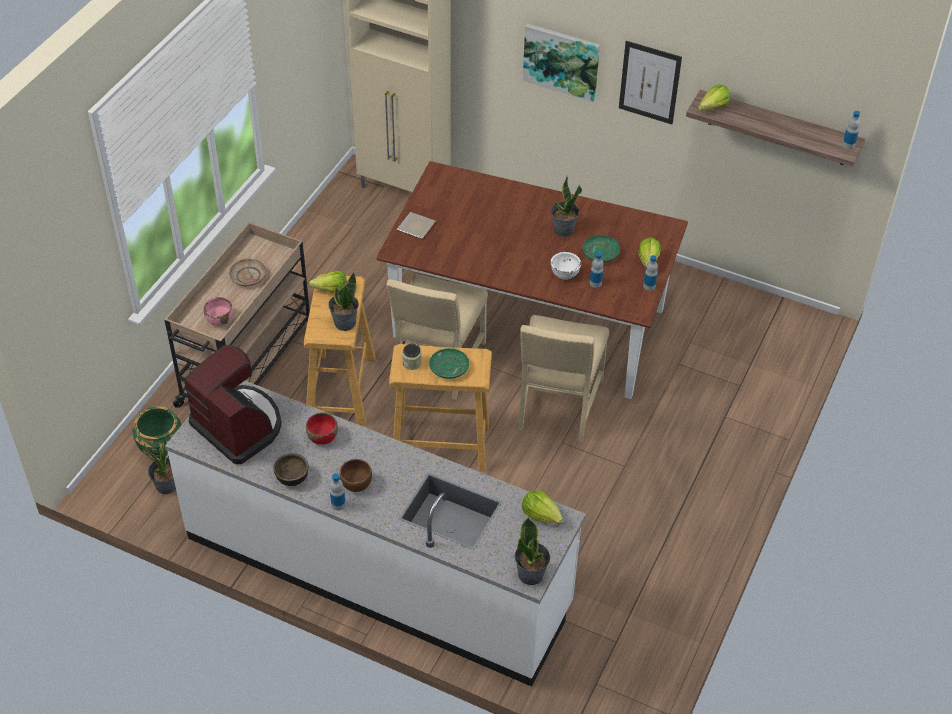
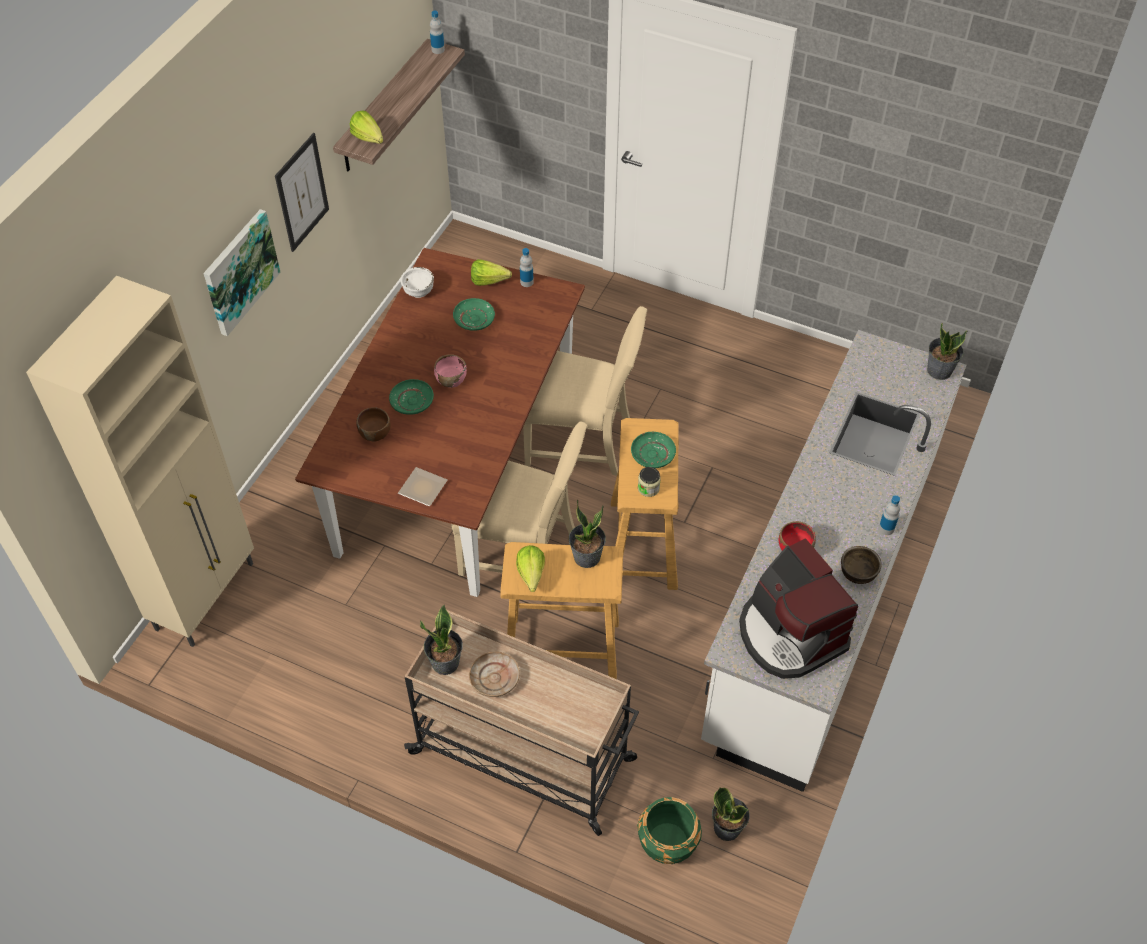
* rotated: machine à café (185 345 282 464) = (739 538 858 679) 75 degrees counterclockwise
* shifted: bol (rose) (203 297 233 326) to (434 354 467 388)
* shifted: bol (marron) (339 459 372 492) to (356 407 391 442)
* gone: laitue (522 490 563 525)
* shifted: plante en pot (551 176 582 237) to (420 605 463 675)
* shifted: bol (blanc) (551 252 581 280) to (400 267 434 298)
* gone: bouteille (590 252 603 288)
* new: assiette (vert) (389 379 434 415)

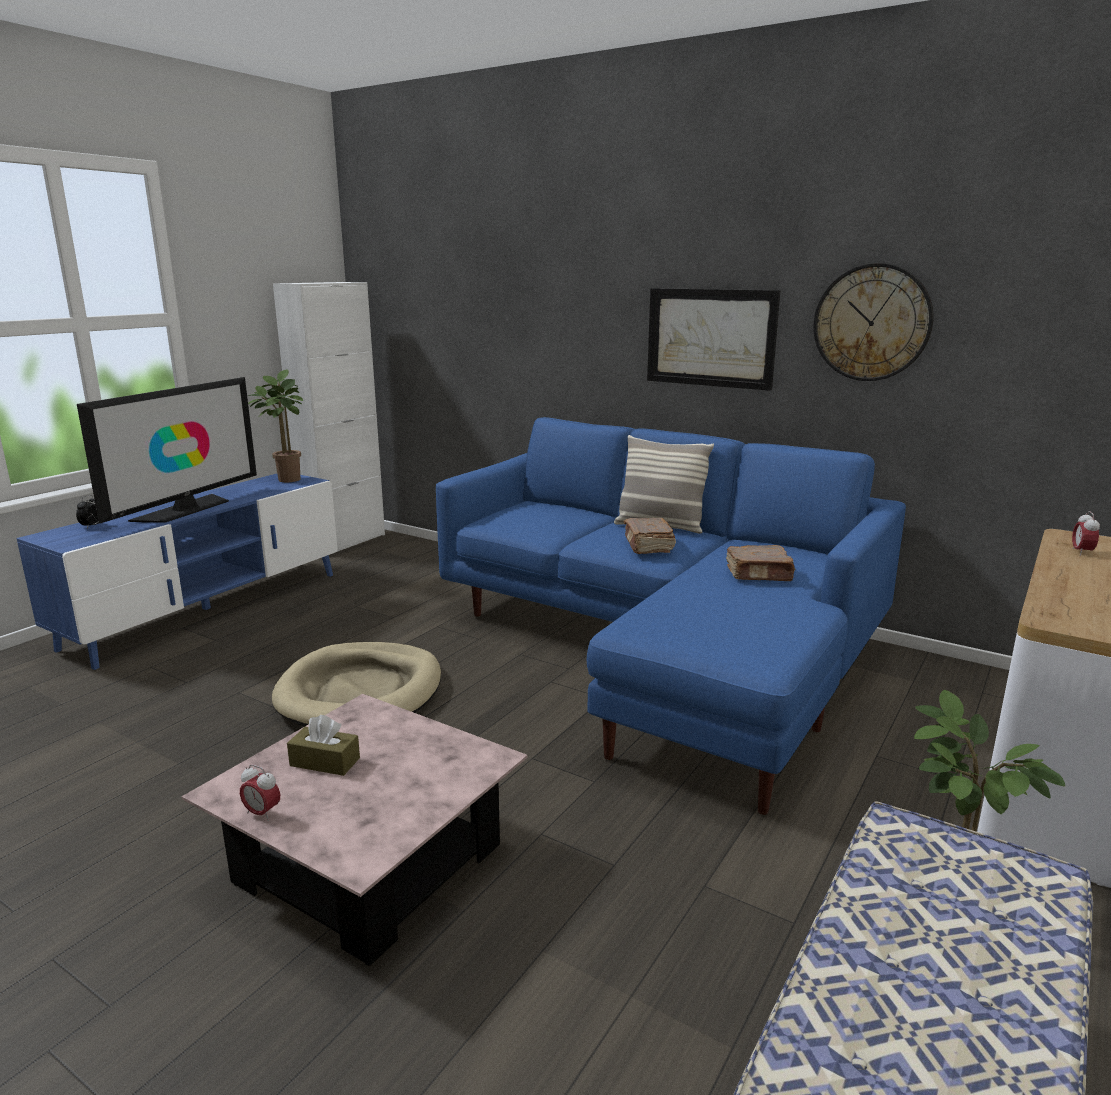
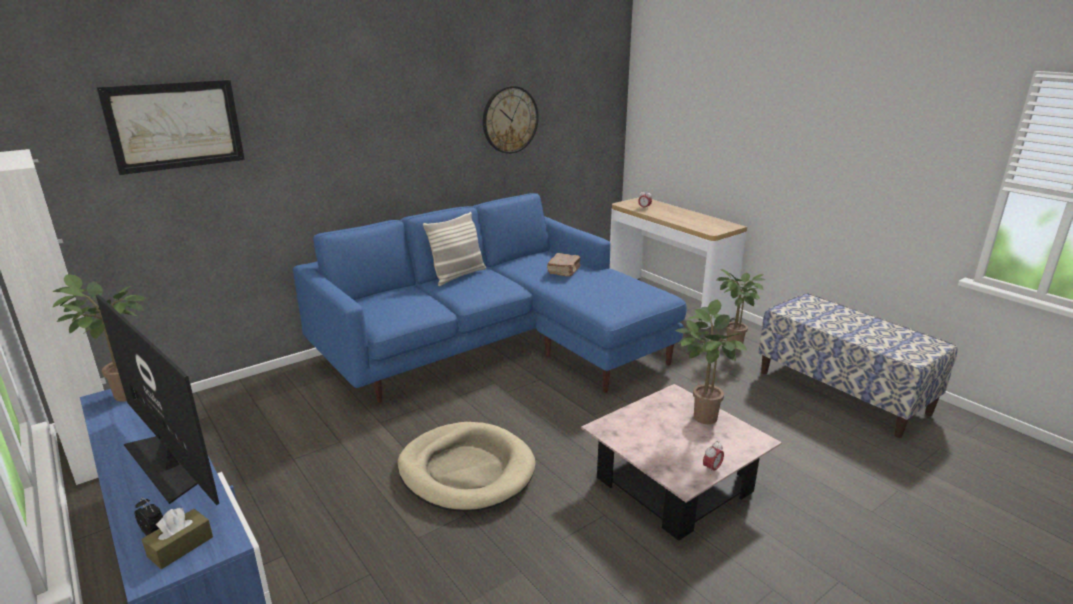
* shifted: boîte à mouchoirs (marron) (287 715 360 776) to (141 508 213 569)
* gone: livre (marron) (624 518 676 554)
* shifted: tableau (647 288 780 391) to (96 80 245 175)
* new: plante en pot (675 300 747 424)

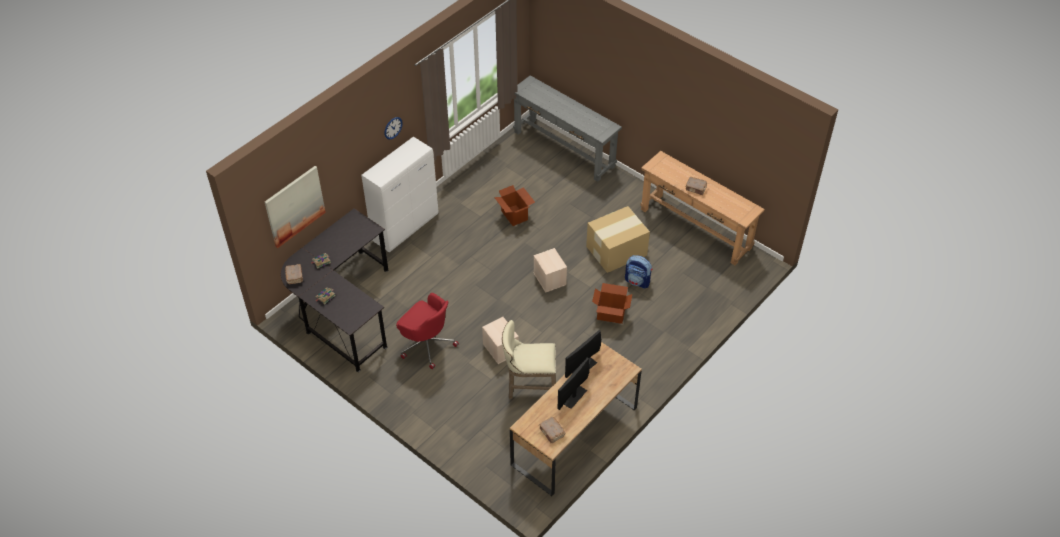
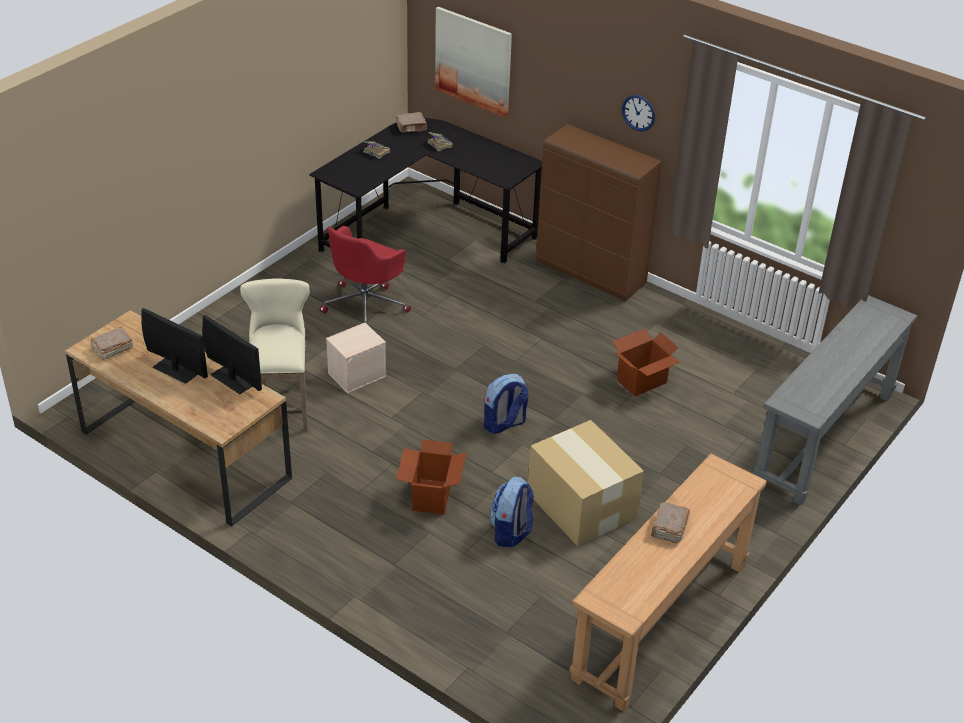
* repainted: meuble de rangement (blanc) (361 137 438 252) to meuble de rangement (marron) (536 124 662 301)
* swapped: boîte de rangement (beige) (534 248 567 293) to sac à dos (484 374 528 434)

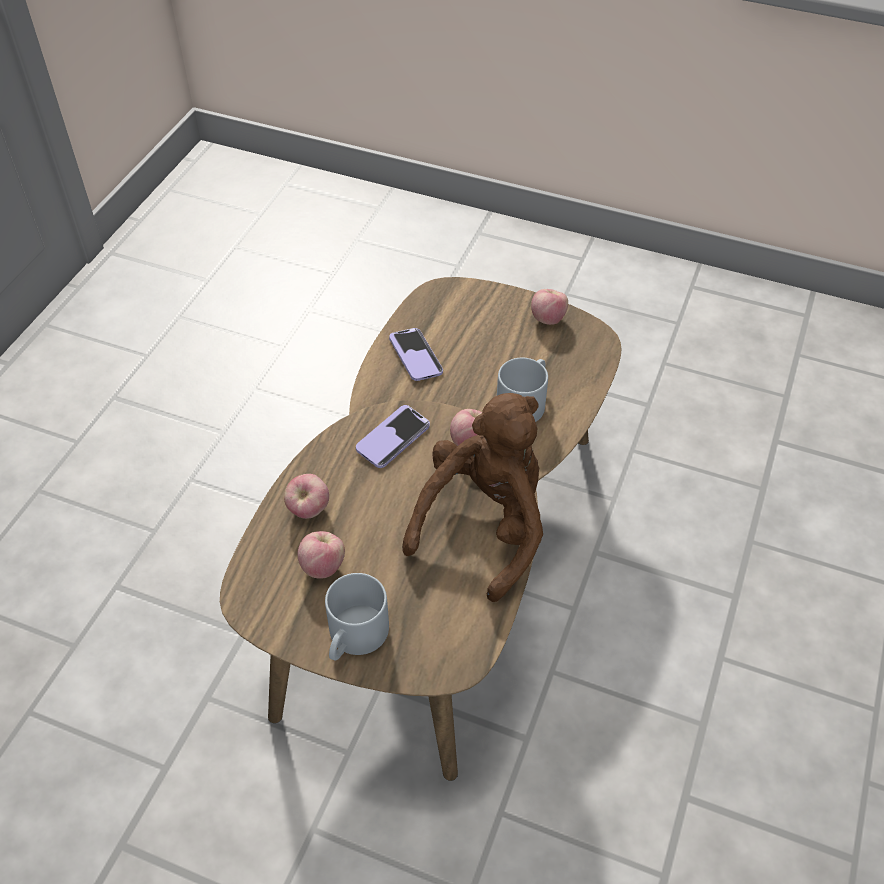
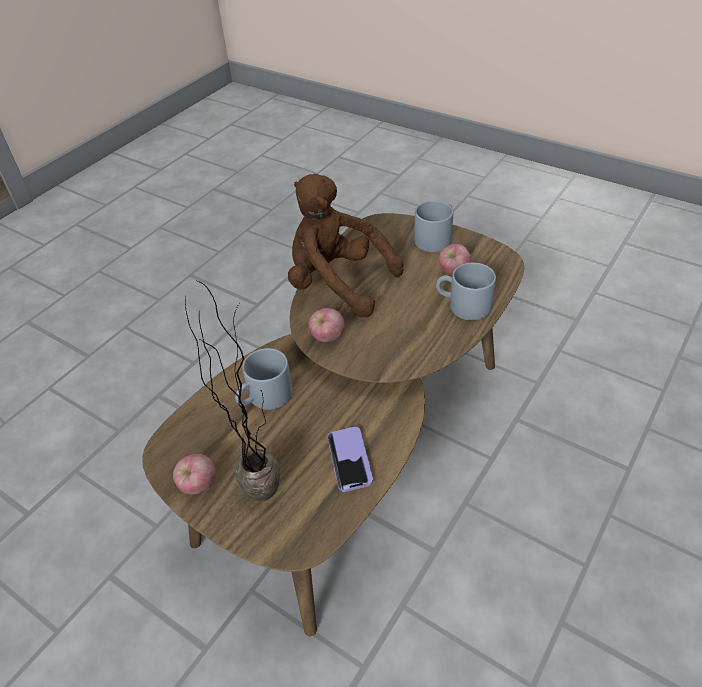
* swapped: pomme (284 474 329 519) to mug (gris) (436 262 496 321)
* gone: téléphone (356 405 430 468)
* rotated: peluche (marron) (402 393 543 602) = (288 174 404 317) 75 degrees clockwise
* new: plante en pot (185 281 280 501)

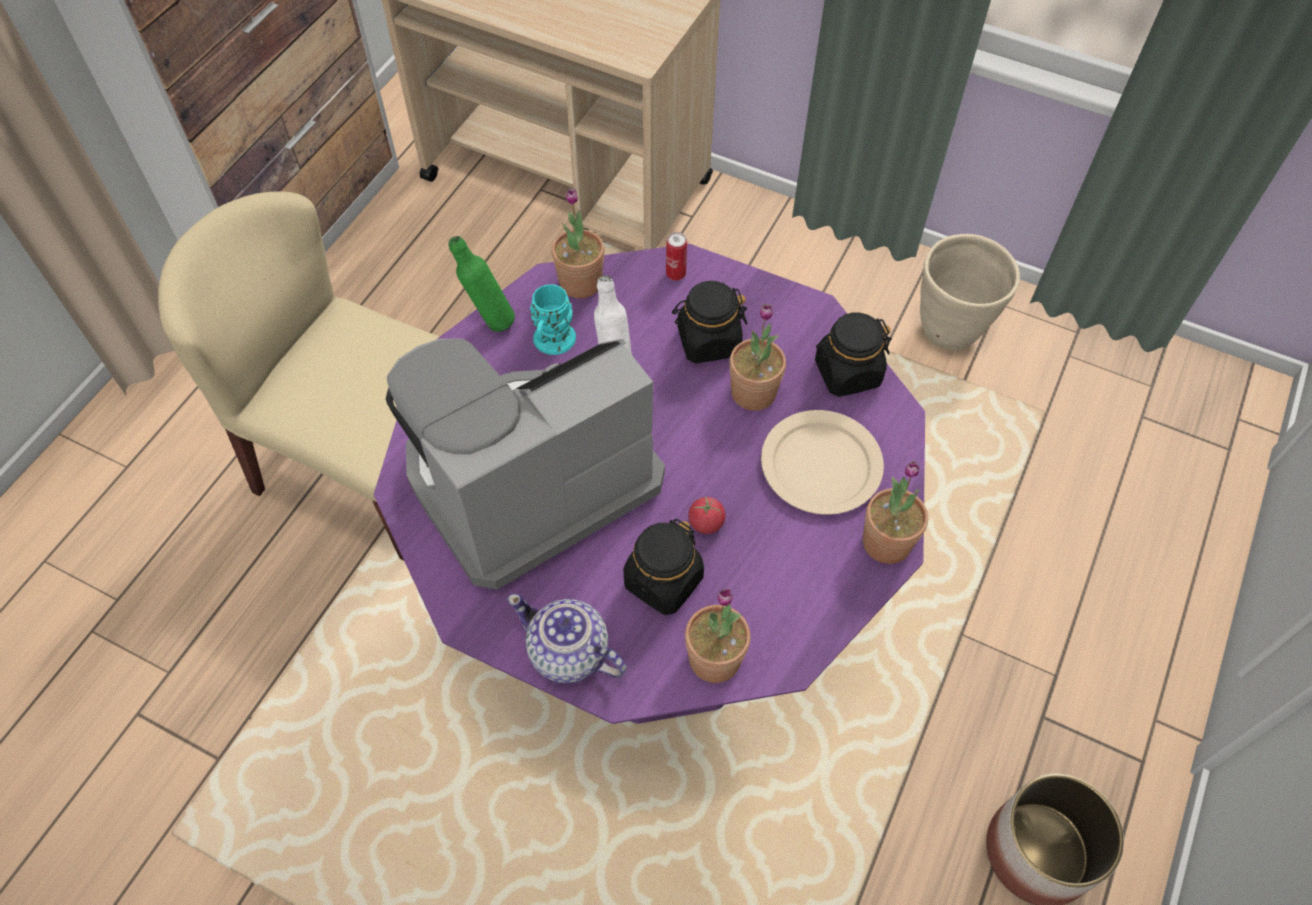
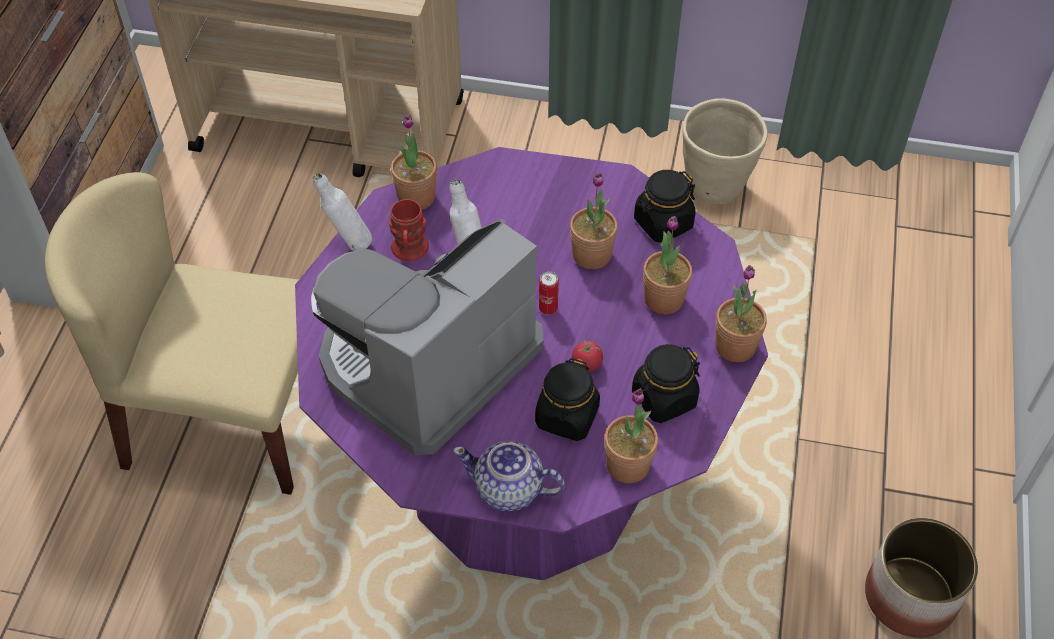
* repainted: bouteille (vert) (448 236 515 332) to bouteille (blanc) (313 173 372 251)
* repainted: mug (turquoise) (530 284 576 355) to mug (rouge) (388 199 429 261)
* shifted: boîte métallique (666 232 687 281) to (539 271 559 315)
* shifted: bocal (noir) (672 281 747 363) to (632 344 700 423)
* swapped: assiette (beige) (761 410 884 515) to plante en pot (643 216 692 314)

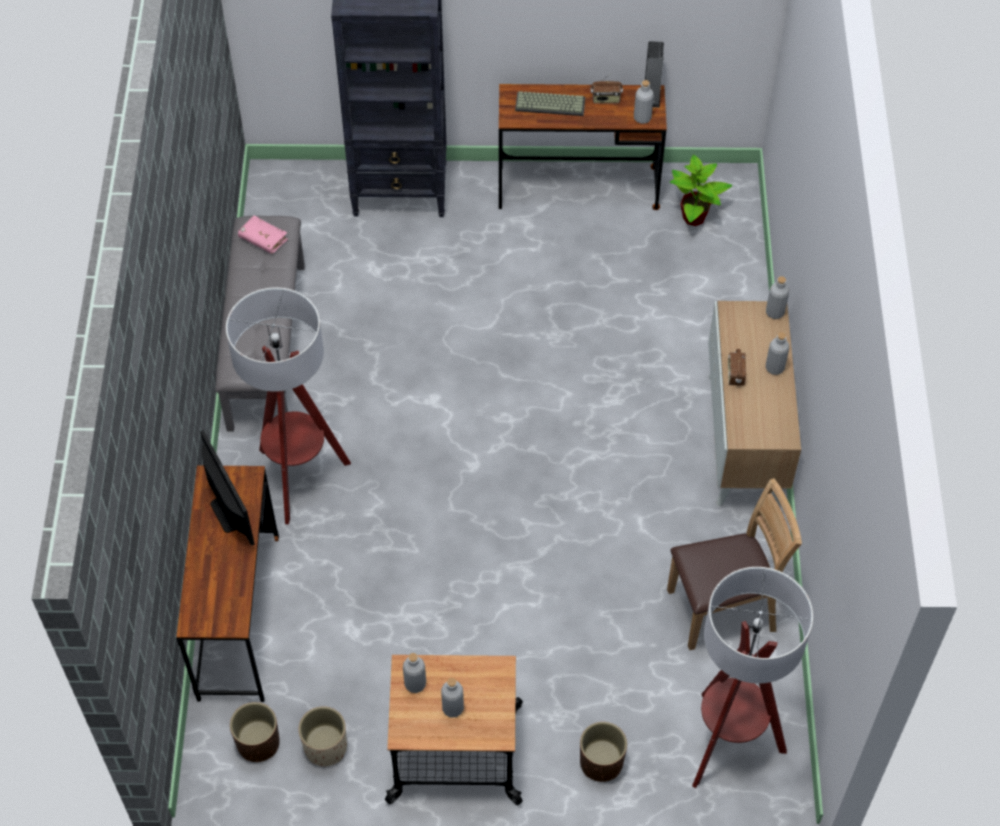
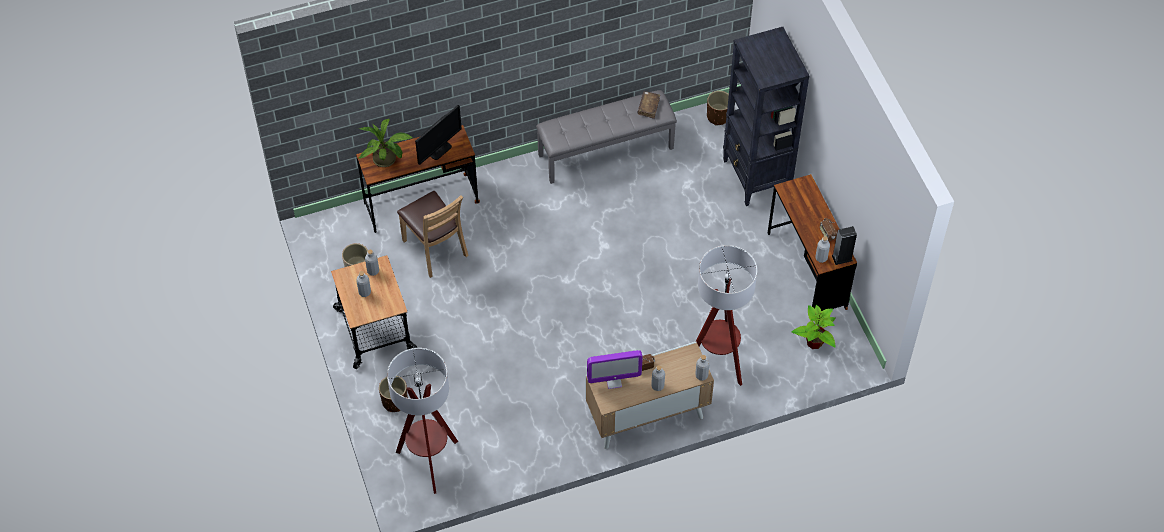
* shifted: lampadaire (226 287 351 525) to (696 245 757 386)
* shifted: cache-pot (marron) (230 702 280 762) to (707 91 729 125)
* repainted: livre (rose) (238 215 288 254) to livre (marron) (637 91 660 119)
* gone: clavier (515 91 585 116)
* shifted: chaise (marron) (667 478 802 650) to (397 191 468 278)
* new: plante en pot (359 119 413 167)
* new: écran d'ordinateur (587 350 643 389)

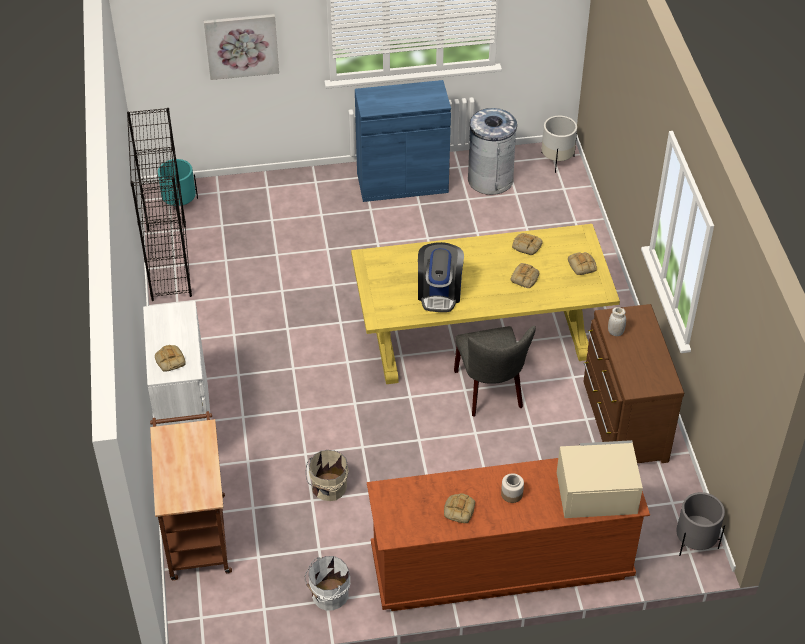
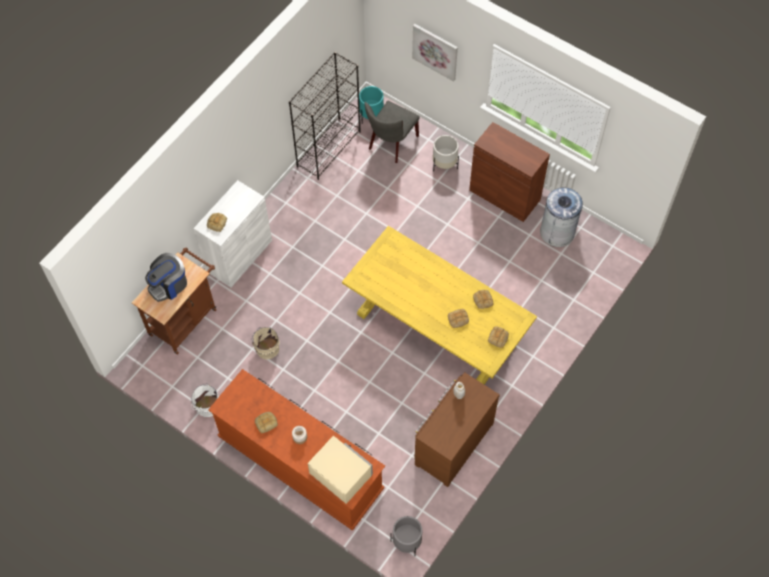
* repainted: meuble de rangement (bleu) (355 80 451 202) to meuble de rangement (marron) (469 122 550 222)
* shifted: machine à café (418 242 464 312) to (145 253 187 302)
* shifted: chaise (gris) (454 326 536 417) to (364 101 420 163)
* shifted: cache-pot (blanc) (542 116 577 173) to (433 135 459 171)

